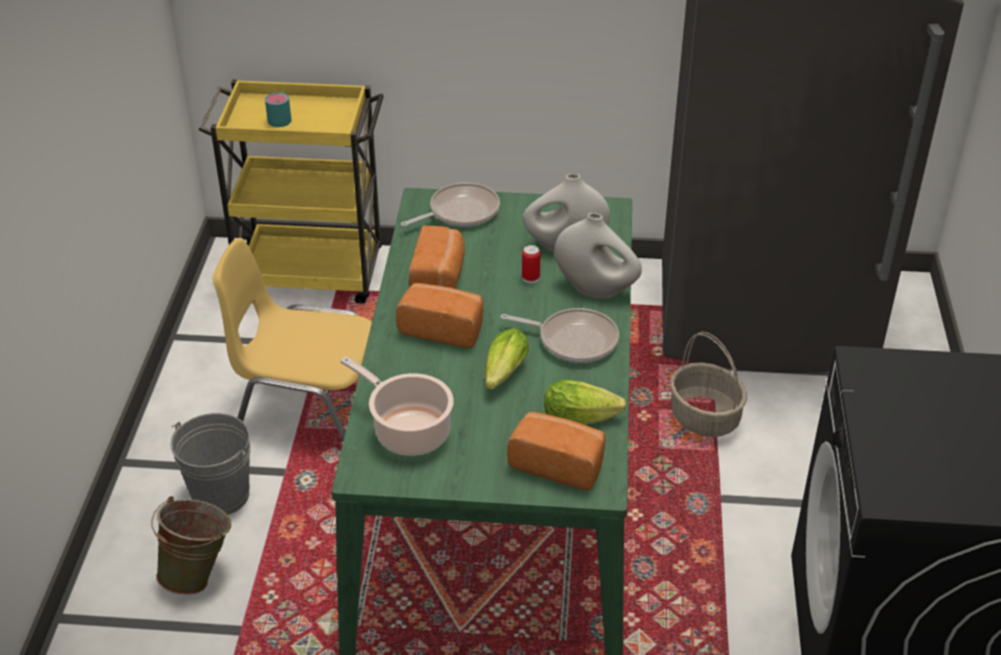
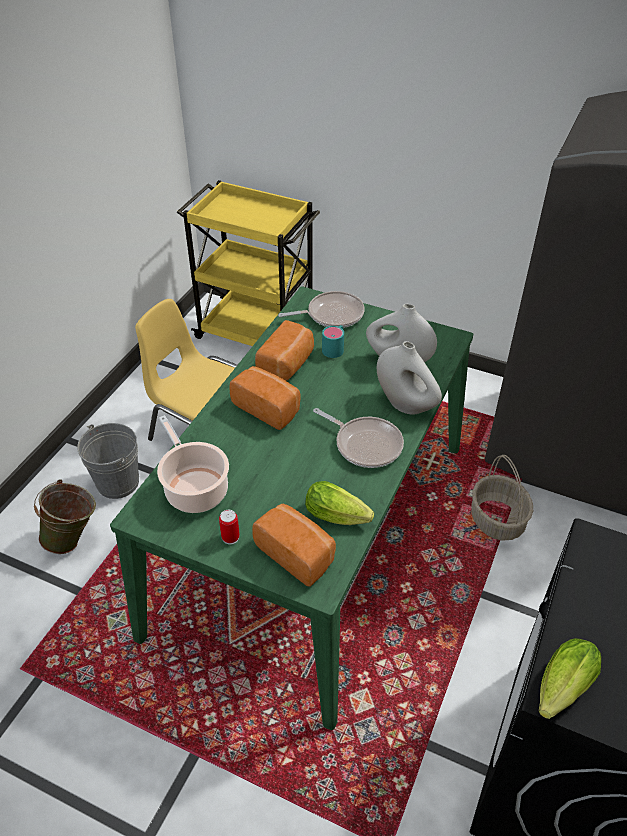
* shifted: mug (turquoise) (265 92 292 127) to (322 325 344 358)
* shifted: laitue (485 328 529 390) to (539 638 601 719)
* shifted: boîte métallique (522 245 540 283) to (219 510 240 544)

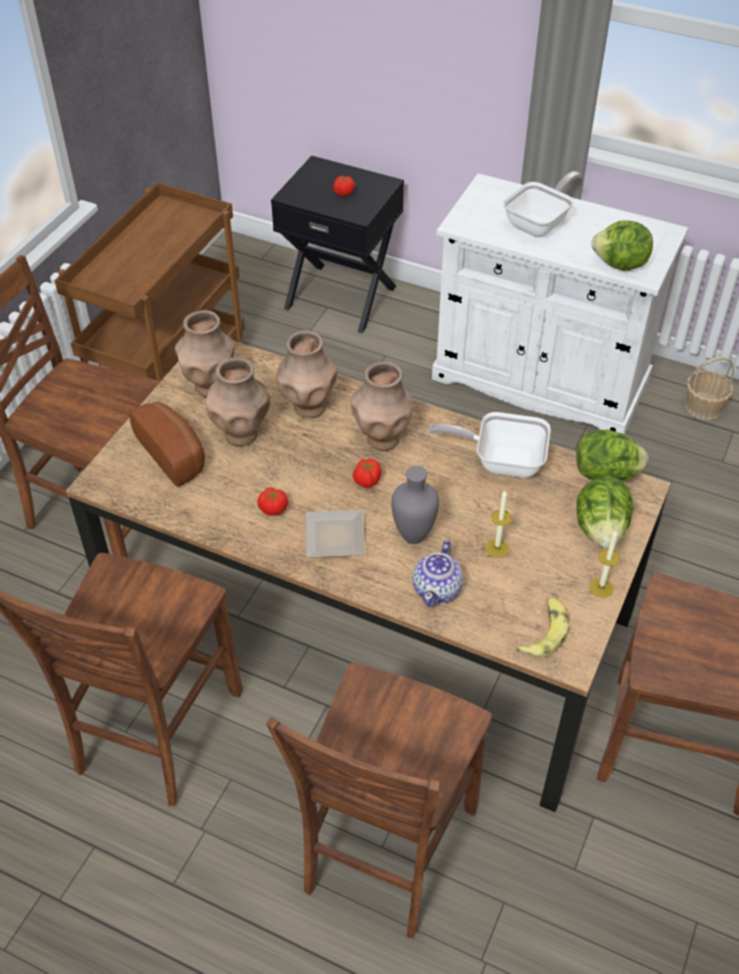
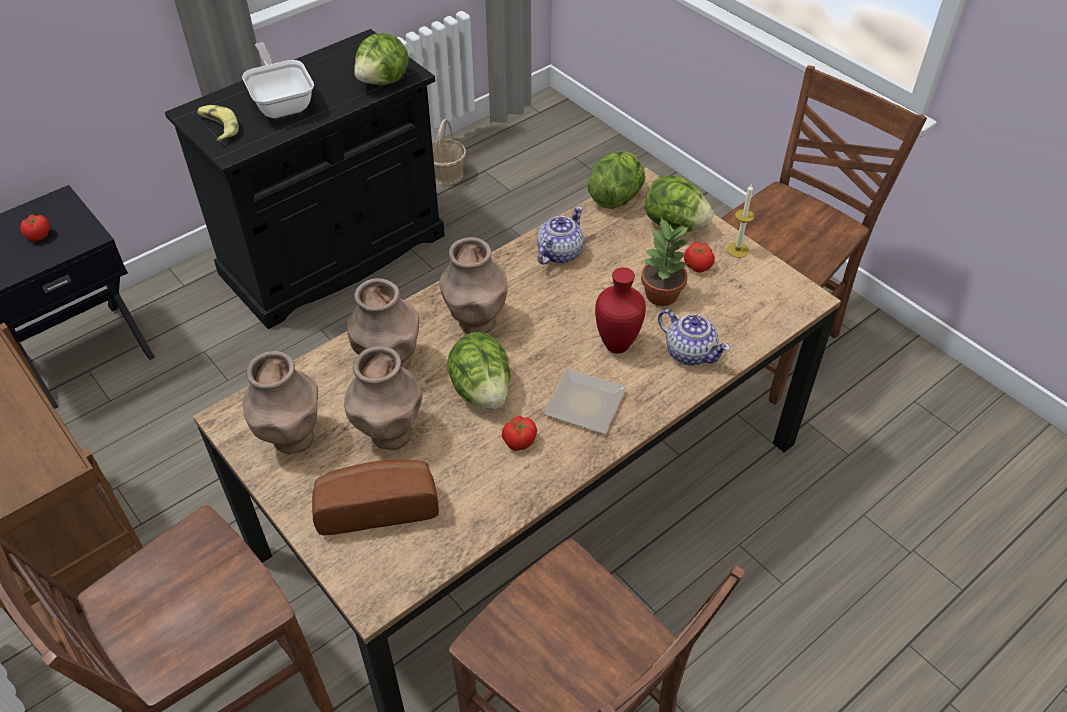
* gone: chaise (marron) (266 662 492 938)
* shifted: tomate (353 459 381 488) to (684 242 715 273)
* repainted: vase (gris) (391 466 439 544) to vase (rouge) (595 267 646 354)
* swapped: poêle (429 412 551 478) to théière (537 206 584 265)
* repainted: meuble de rangement (blanc) (432 173 688 434) to meuble de rangement (noir) (165 29 445 329)
* swapped: bougie (486 491 512 558) to plante en pot (641 218 688 306)
* shifted: banane (516 597 568 658) to (197 105 239 142)
* new: laitue (447 332 510 409)

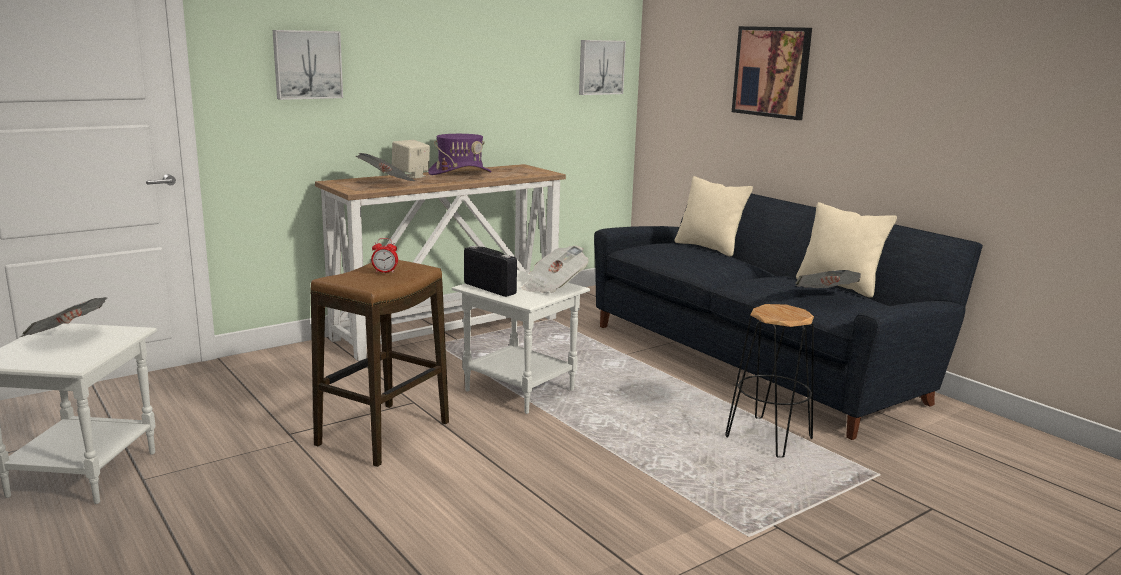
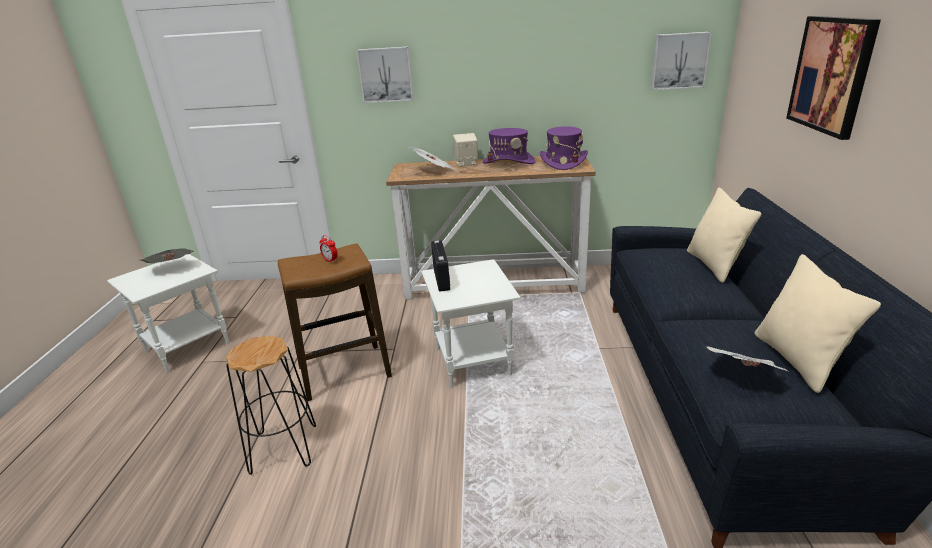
* gone: journal (522 246 589 293)
* shifted: tabouret (noir) (725 304 814 458) to (226 336 316 475)
* new: chapeau (violet) (540 126 588 170)

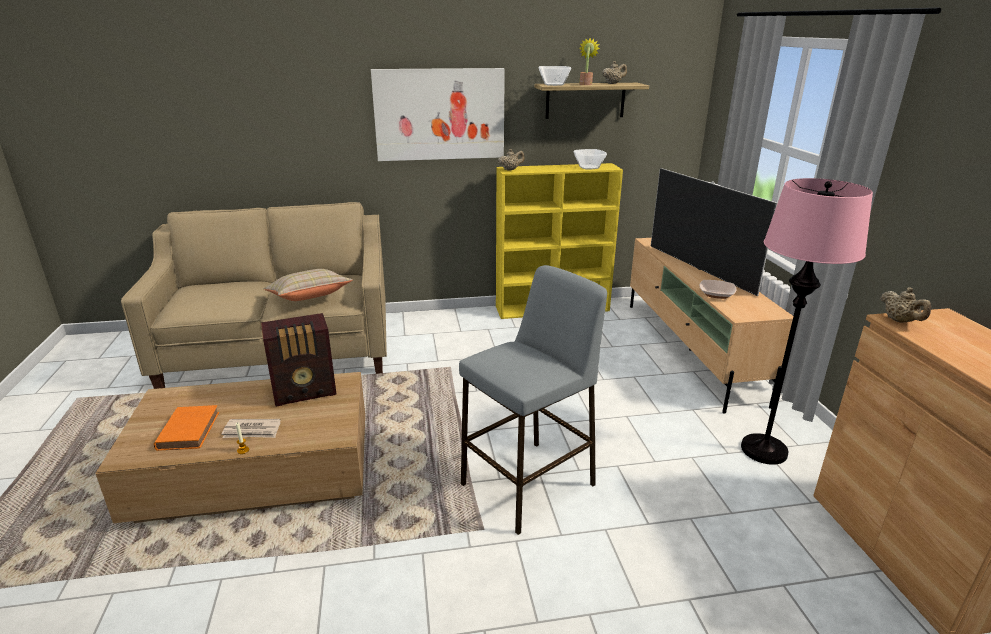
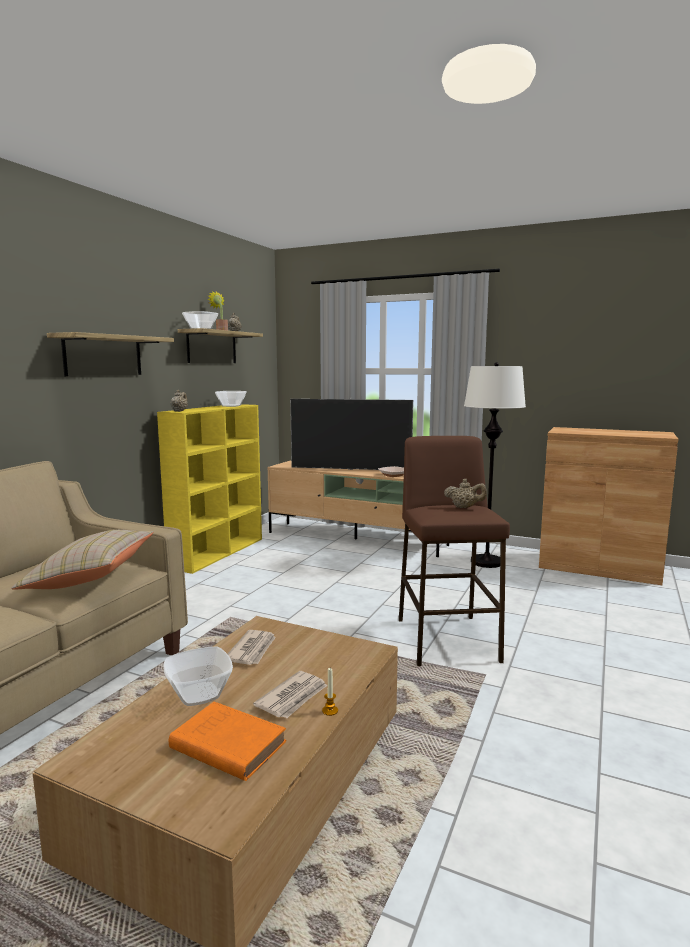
* swapped: radio (261 313 336 407) to journal (228 630 276 665)
* swapped: tableau (371 68 505 161) to étagère (47 332 174 376)
* repainted: tabouret (gris) (459 265 607 535) to tabouret (marron) (399 436 510 666)
* repainted: lampadaire (rose) (741 178 873 465) to lampadaire (blanc) (464 362 526 568)
* shifted: théière (beige) (880 287 931 323) to (444 479 487 508)
* new: bol (163 647 233 706)

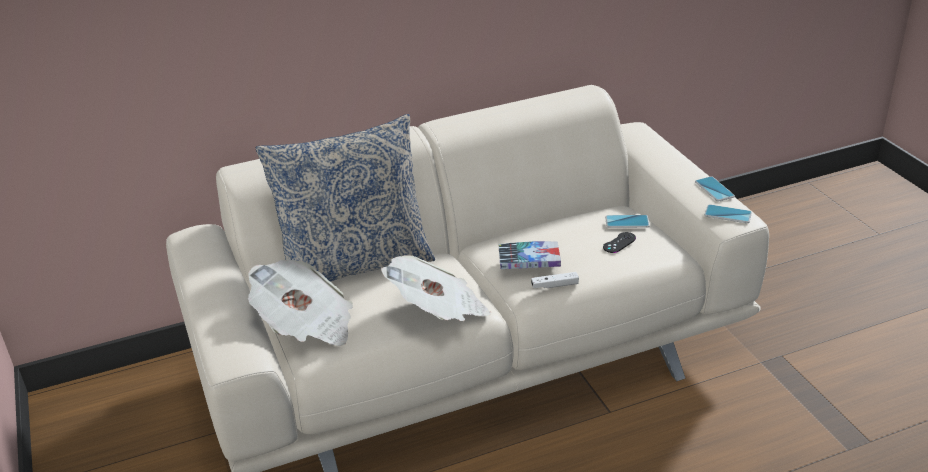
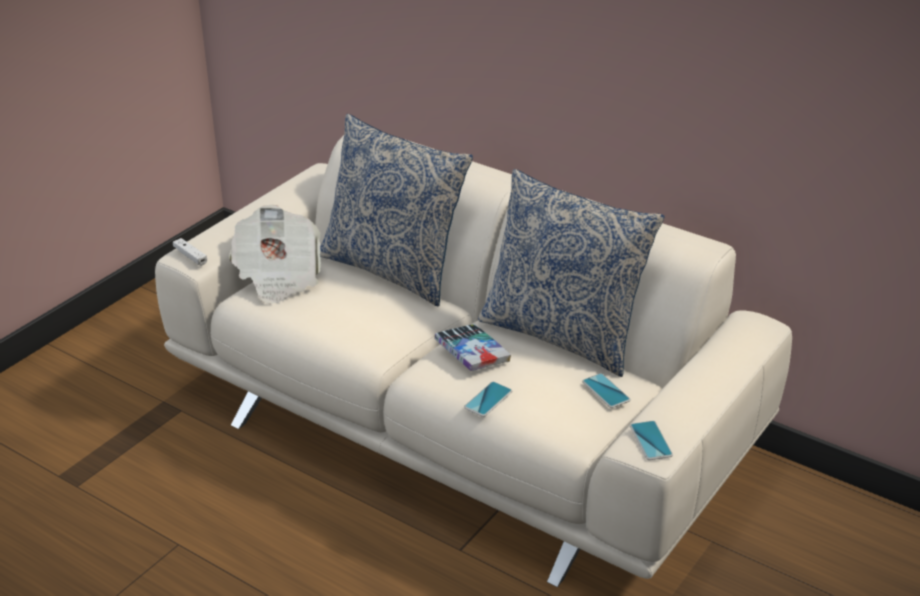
* gone: journal (381 255 491 321)
* shifted: manette (blanc) (531 272 579 288) to (173 238 207 266)
* gone: manette (noir) (603 232 636 253)
* shifted: téléphone (695 176 735 202) to (464 382 512 417)
* new: coussin (478 169 665 377)

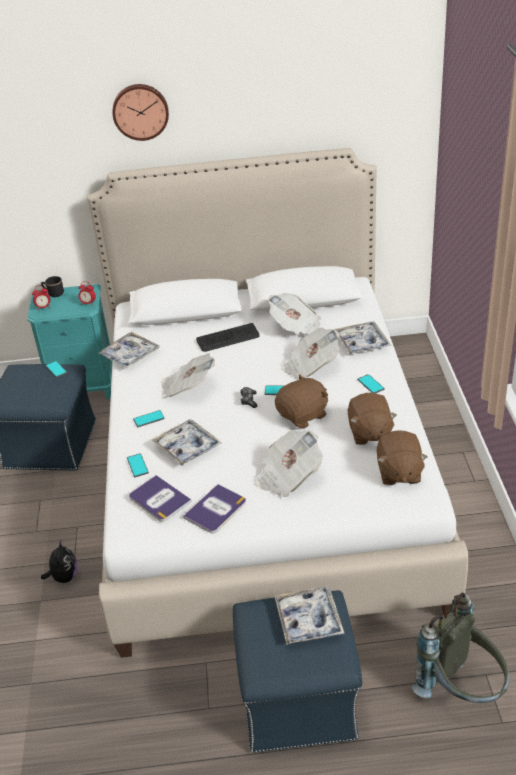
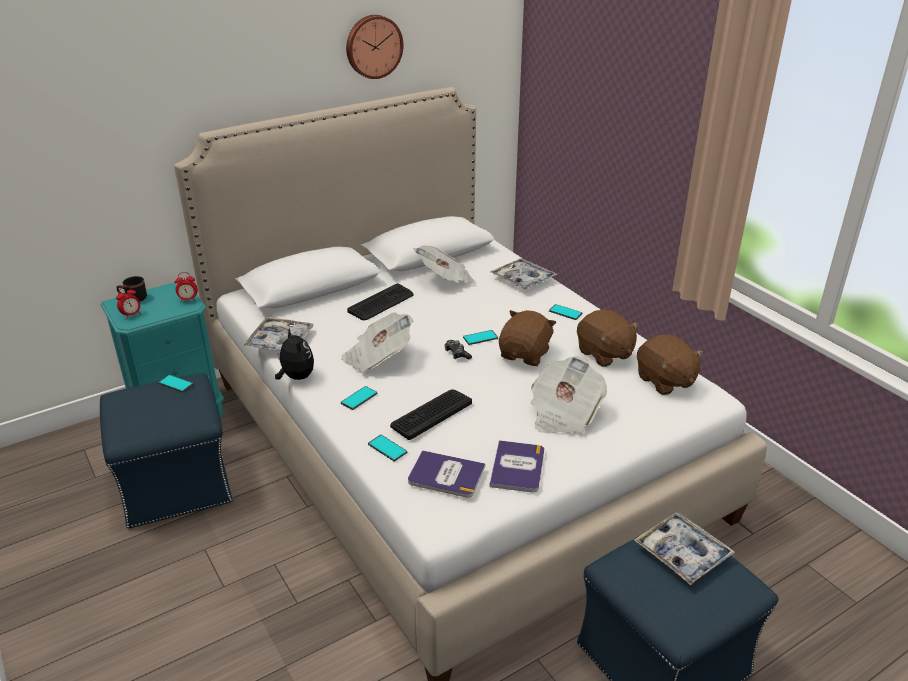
* shifted: peluche (41 540 77 583) to (275 327 314 380)
* shifted: horloge murale (112 84 169 141) to (346 15 404 79)
* swapped: plateau (152 419 222 466) to clavier (390 389 472 440)
* gone: journal (281 327 340 378)
* gone: sac à dos (gris) (412 593 509 703)

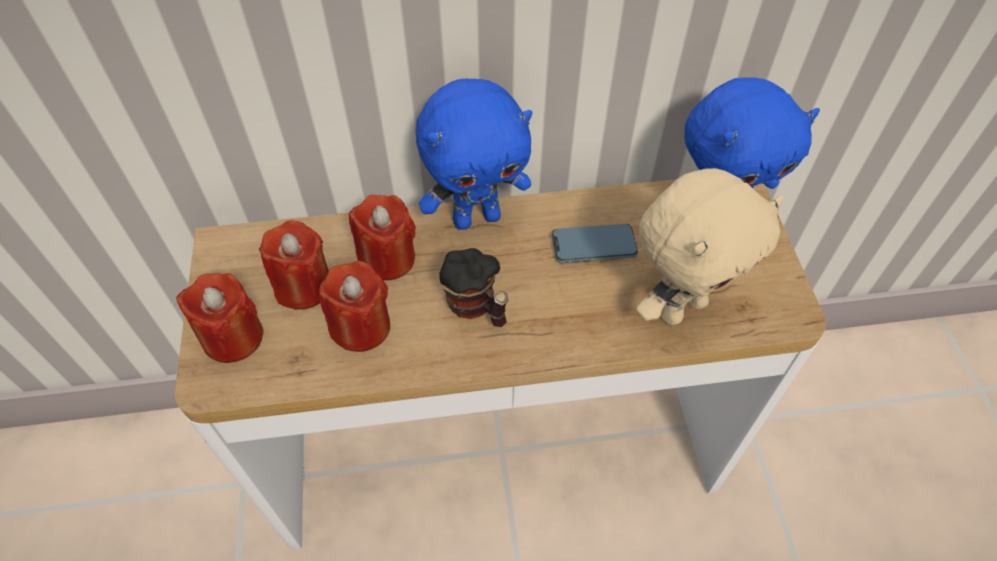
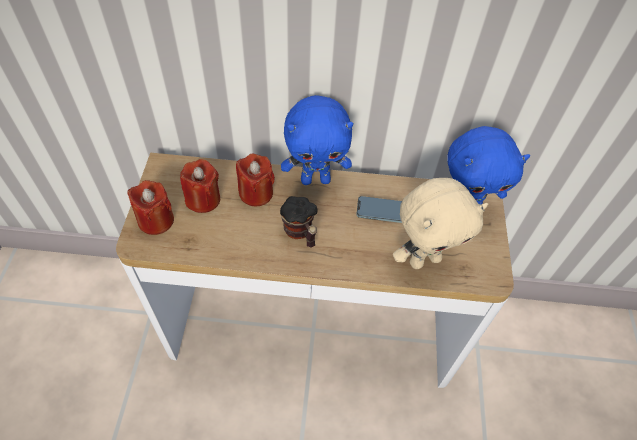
* gone: bougie (rouge) (319 261 390 352)

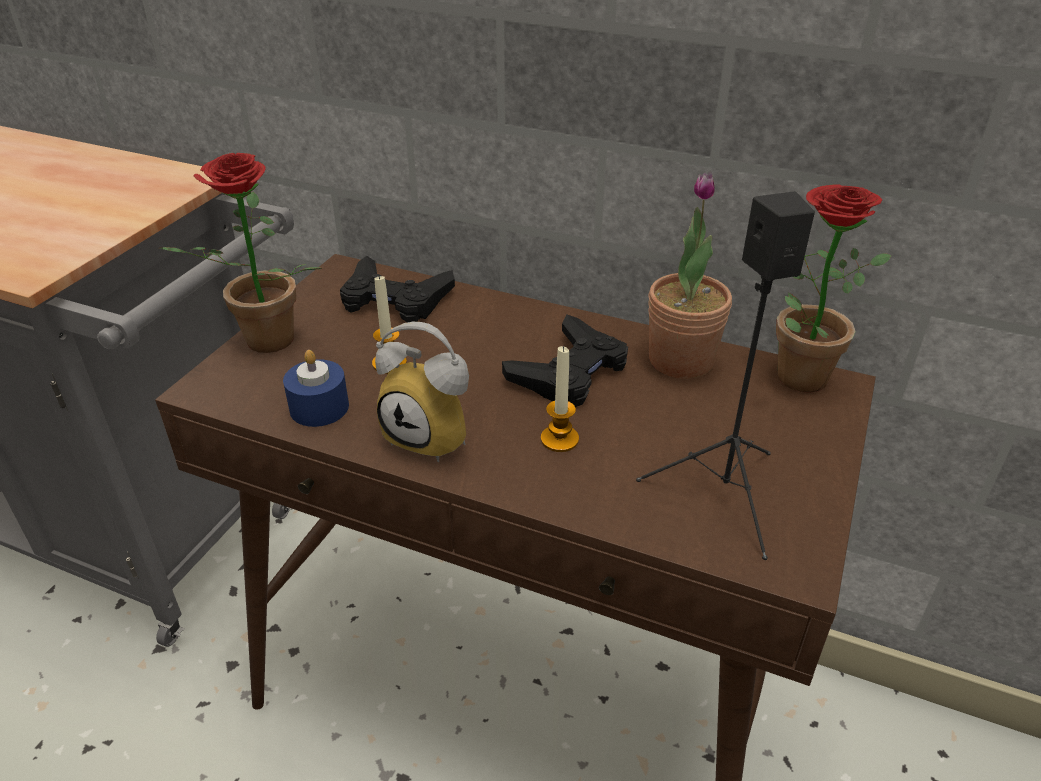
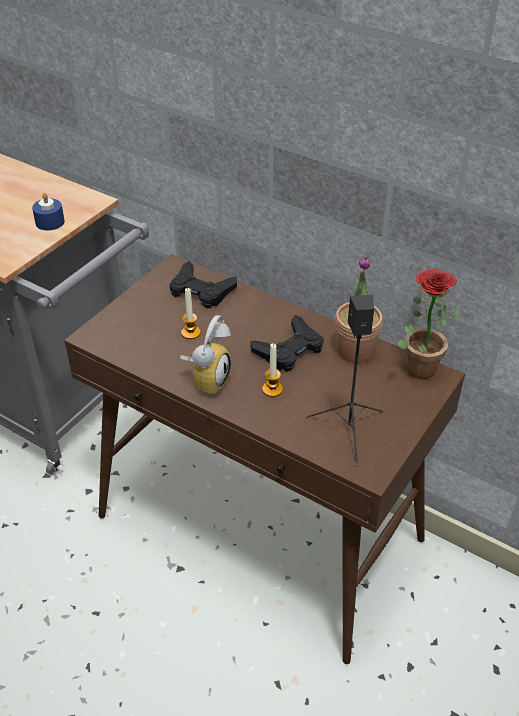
* gone: plante en pot (160 153 322 353)
* shifted: bougie (bleu) (283 350 349 427) to (32 192 65 230)
* rotated: réveil (375 322 469 462) = (180 315 231 395) 105 degrees counterclockwise

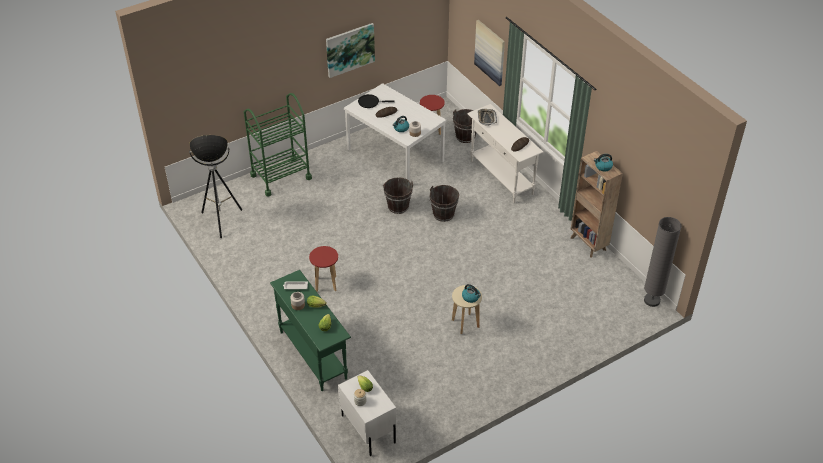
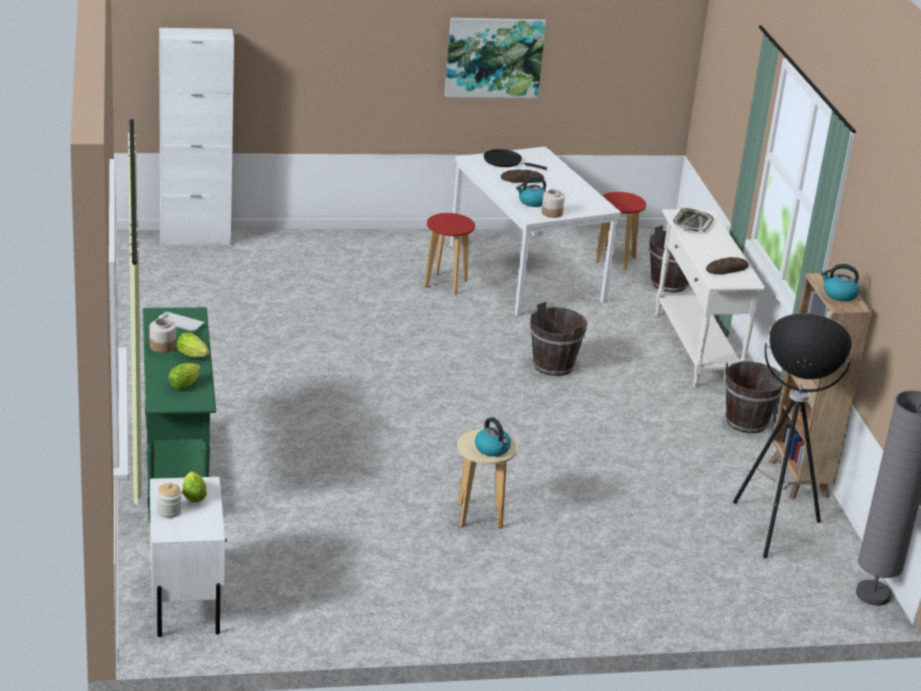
* shifted: lampadaire (189 135 242 238) to (733 313 852 558)
* gone: chariot (vert) (244 93 312 197)
* shifted: tabouret (rouge) (309 246 338 292) to (424 213 475 295)
* shifted: seau (marron) (383 177 413 214) to (724 361 785 433)
* gone: tableau (474 20 505 86)
* new: meuble de rangement (blanc) (159 28 234 246)

